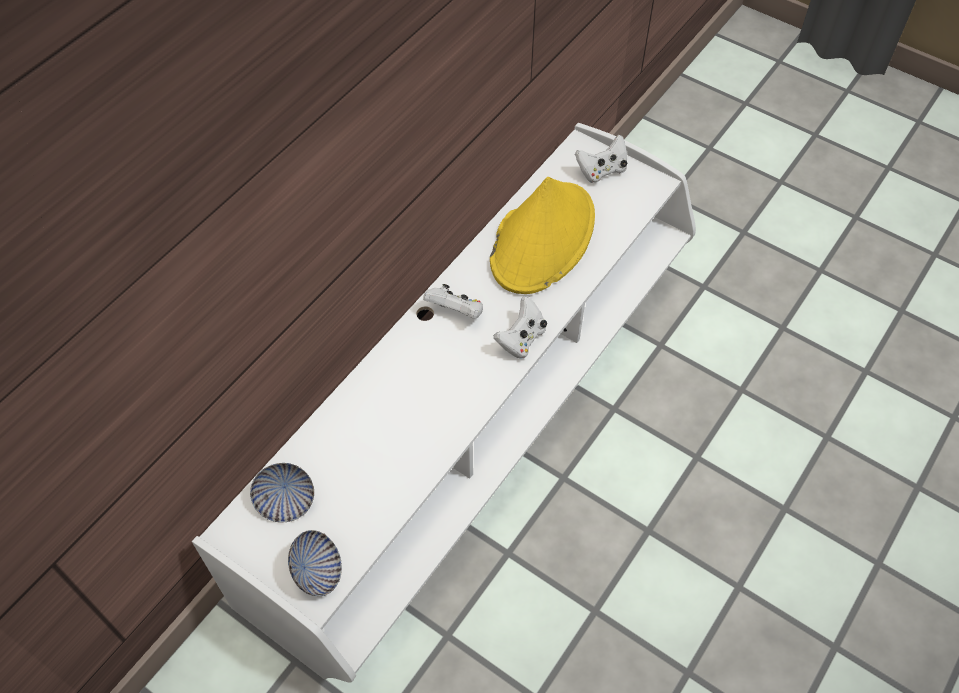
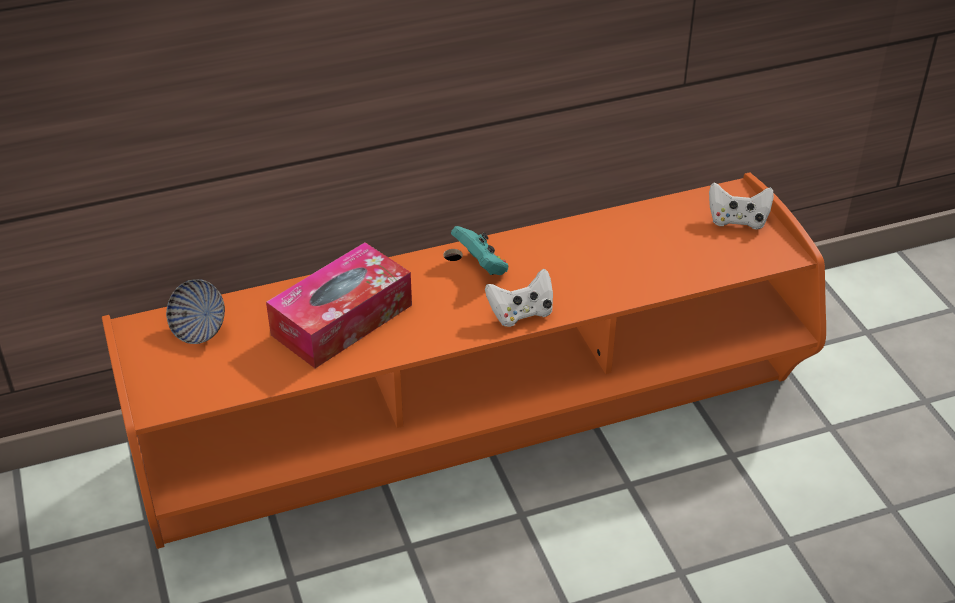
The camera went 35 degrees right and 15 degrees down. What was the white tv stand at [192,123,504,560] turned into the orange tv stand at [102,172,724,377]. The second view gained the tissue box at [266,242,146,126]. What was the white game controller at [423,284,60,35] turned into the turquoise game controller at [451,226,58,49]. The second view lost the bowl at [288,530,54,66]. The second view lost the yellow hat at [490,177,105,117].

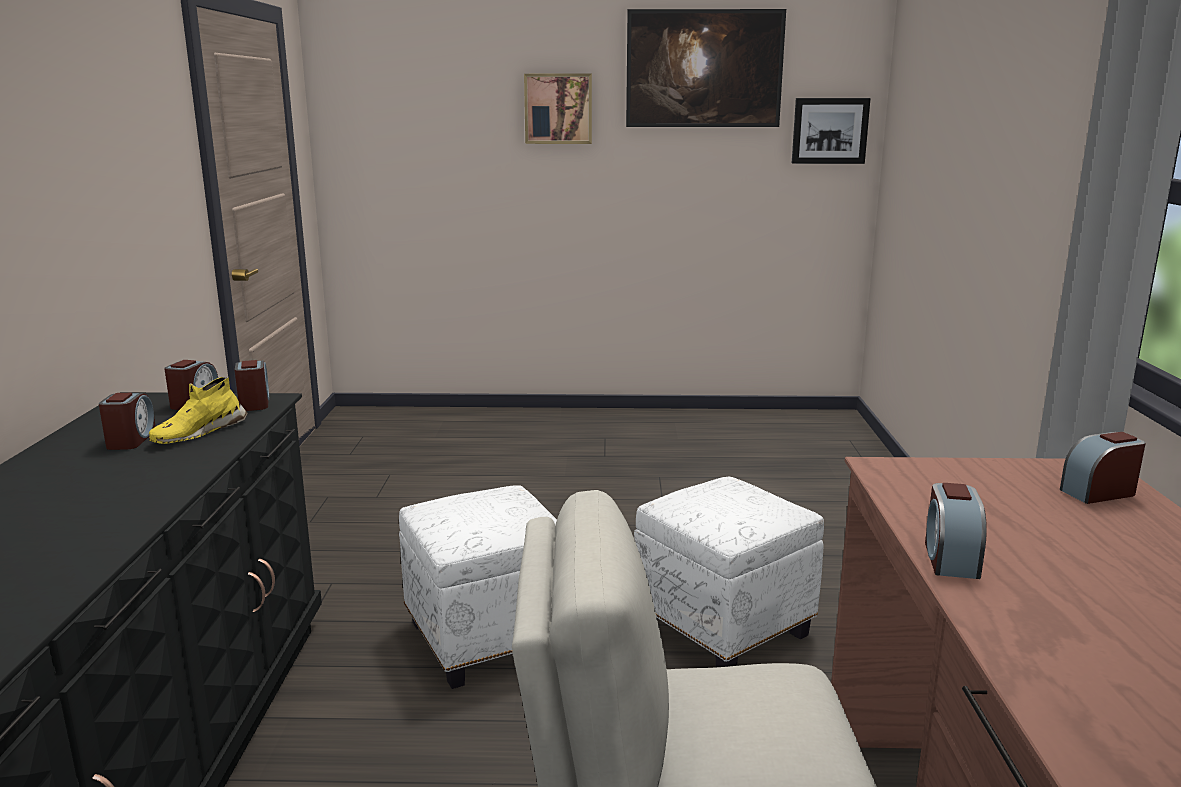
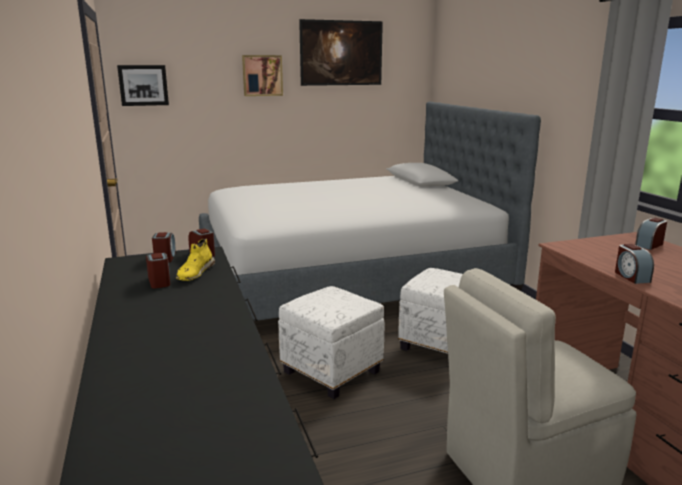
The camera went 20 degrees left and 0 degrees up. The picture ended up elsewhere, having gone from [792,98,79,66] to [117,65,52,41]. The second view gained the bed at [199,101,342,220].

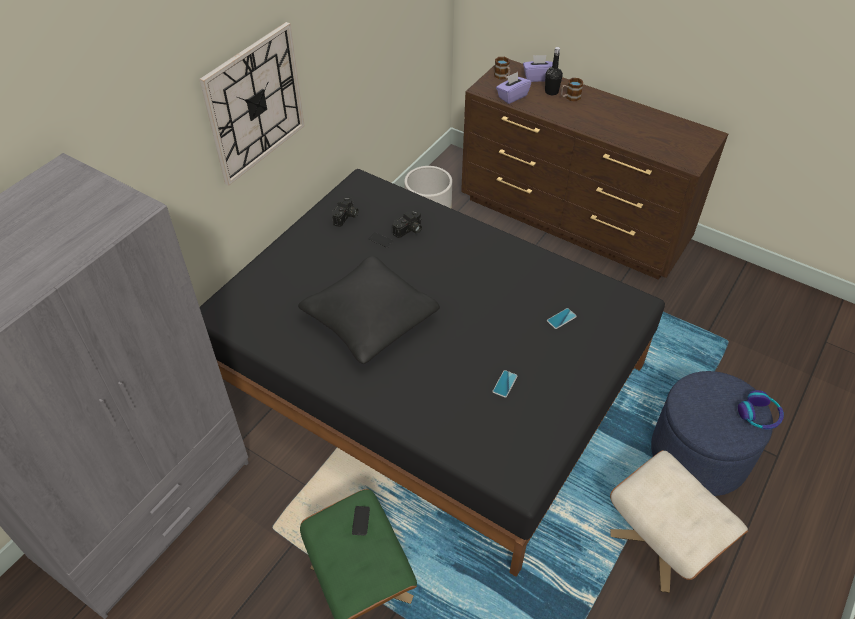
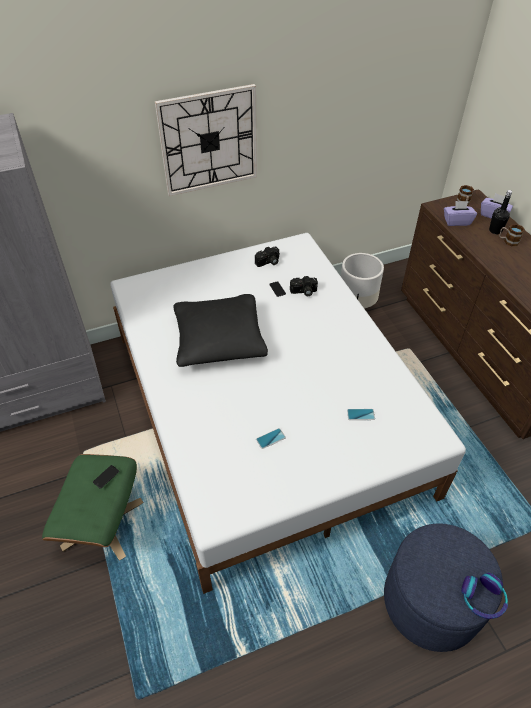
The camera went 35 degrees right and 0 degrees up. What was the black bed at [200,169,465,408] turned into the white bed at [110,233,356,361]. The second view lost the beige ottoman at [610,450,138,143].

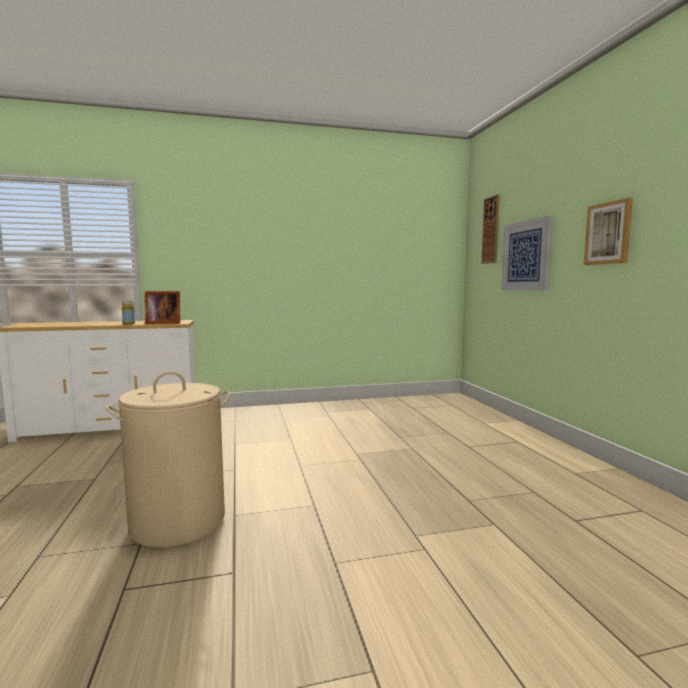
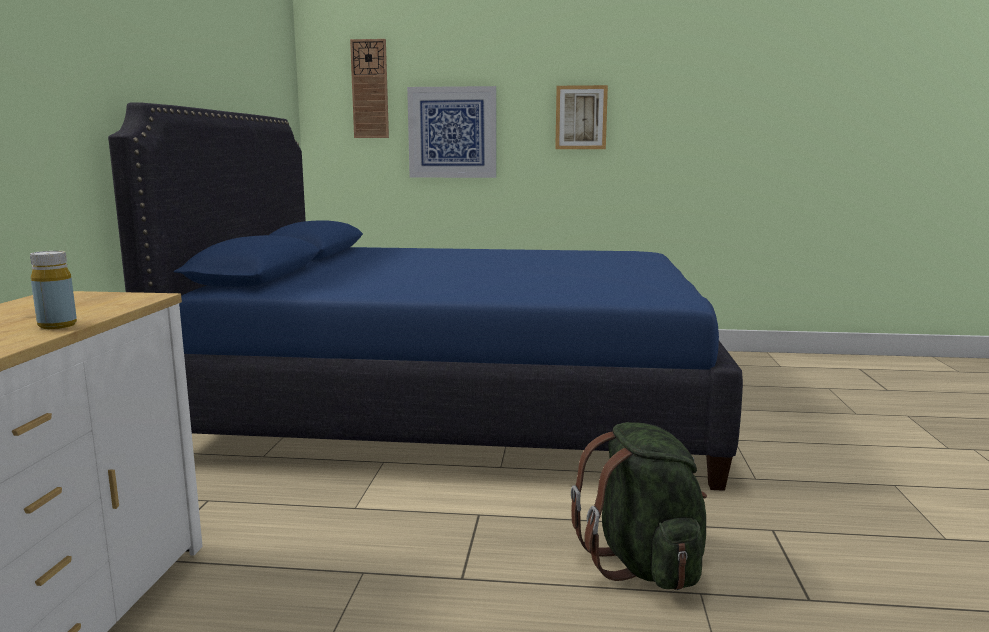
The camera went 70 degrees left and 5 degrees up. The second view gained the blue bed at [108,102,635,389]. Where the beige laundry basket stood at [105,371,125,177], the green backpack came to stand at [571,422,136,168]. The second view lost the picture frame at [145,291,35,33].

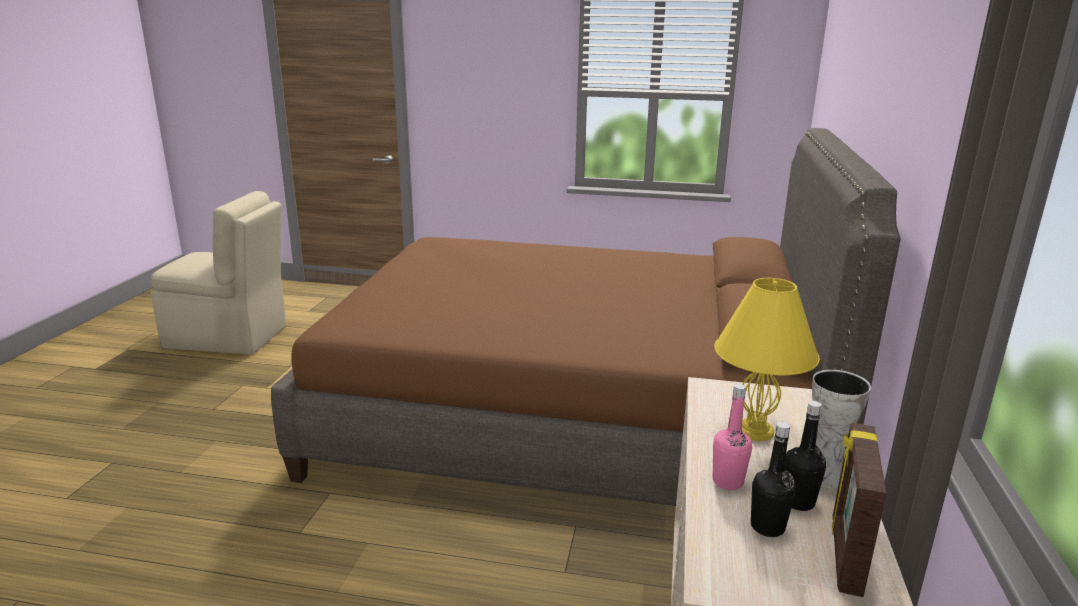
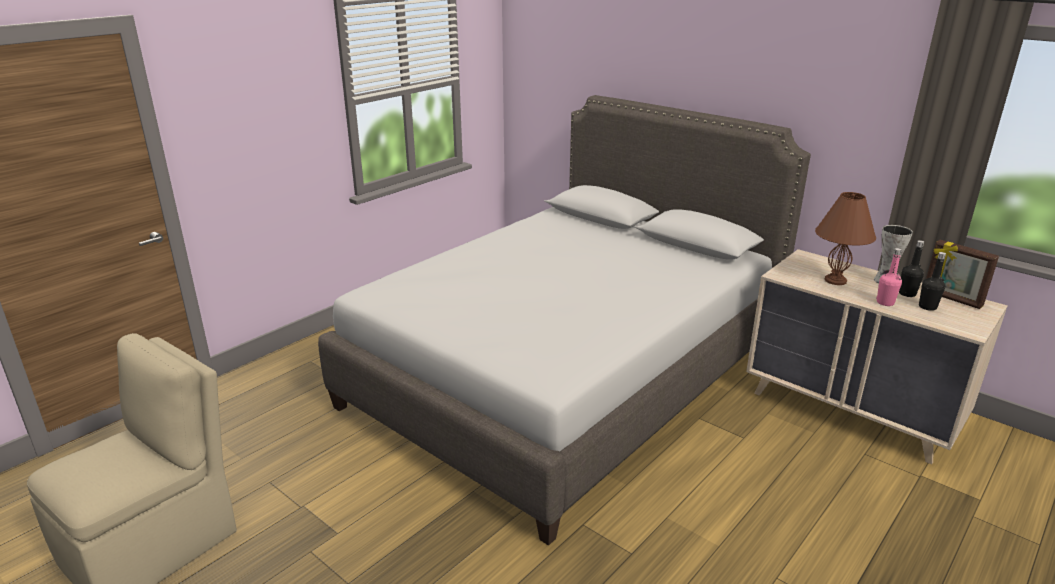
The camera went 60 degrees left and 5 degrees up. What was the brown bed at [271,128,630,378] turned into the grey bed at [318,95,493,451]. What was the yellow table lamp at [714,278,106,163] turned into the brown table lamp at [815,192,61,93].

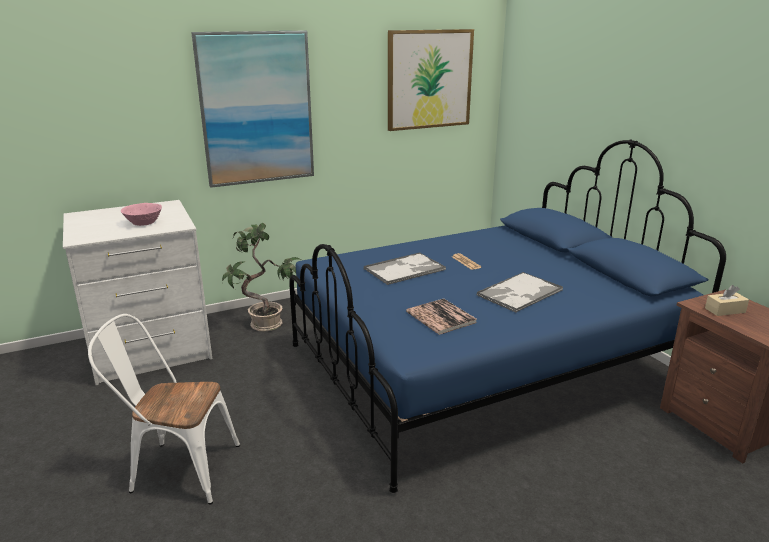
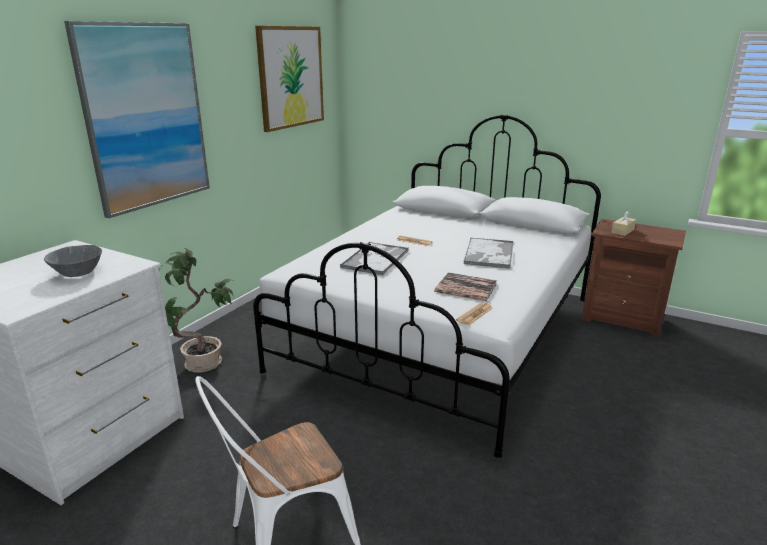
The camera went 35 degrees left and 0 degrees up. What was the pink bowl at [121,203,41,23] turned into the grey bowl at [44,245,58,32]. What was the blue bed at [289,139,437,354] turned into the white bed at [253,114,348,344]. The second view gained the newspaper at [456,302,37,24].

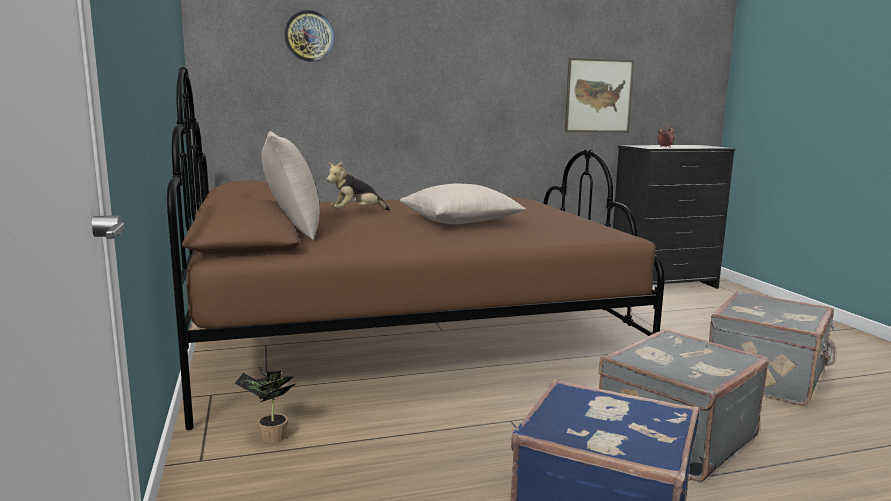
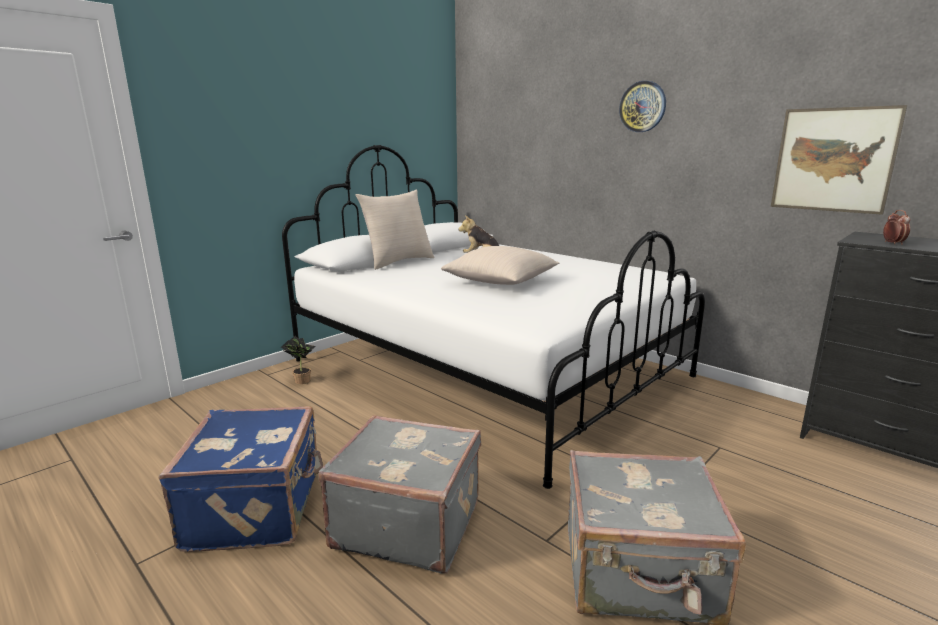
The camera went 60 degrees right and 5 degrees up. What was the brown bed at [167,67,498,363] turned into the white bed at [282,145,423,344]. The wall clock ended up elsewhere, having gone from [284,10,51,52] to [619,81,47,51].

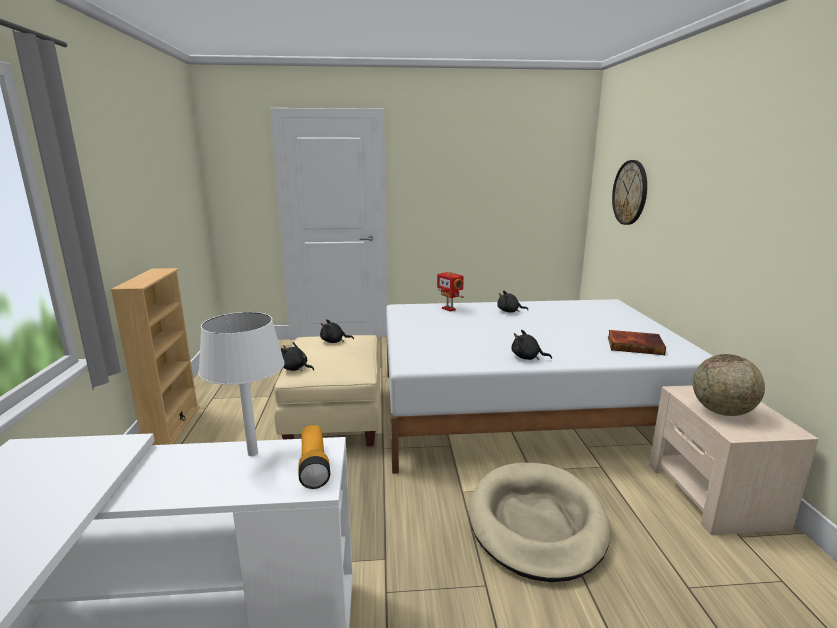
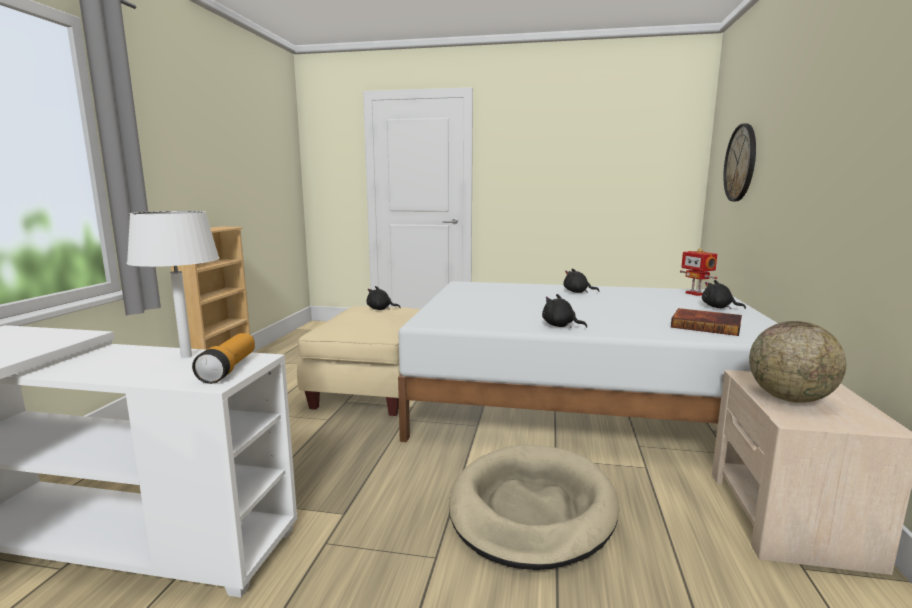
The camera went 15 degrees right and 5 degrees down. The toy robot ended up elsewhere, having gone from [437,271,27,40] to [680,248,37,48]. The black plush toy ended up elsewhere, having gone from [281,342,33,29] to [702,280,44,29].

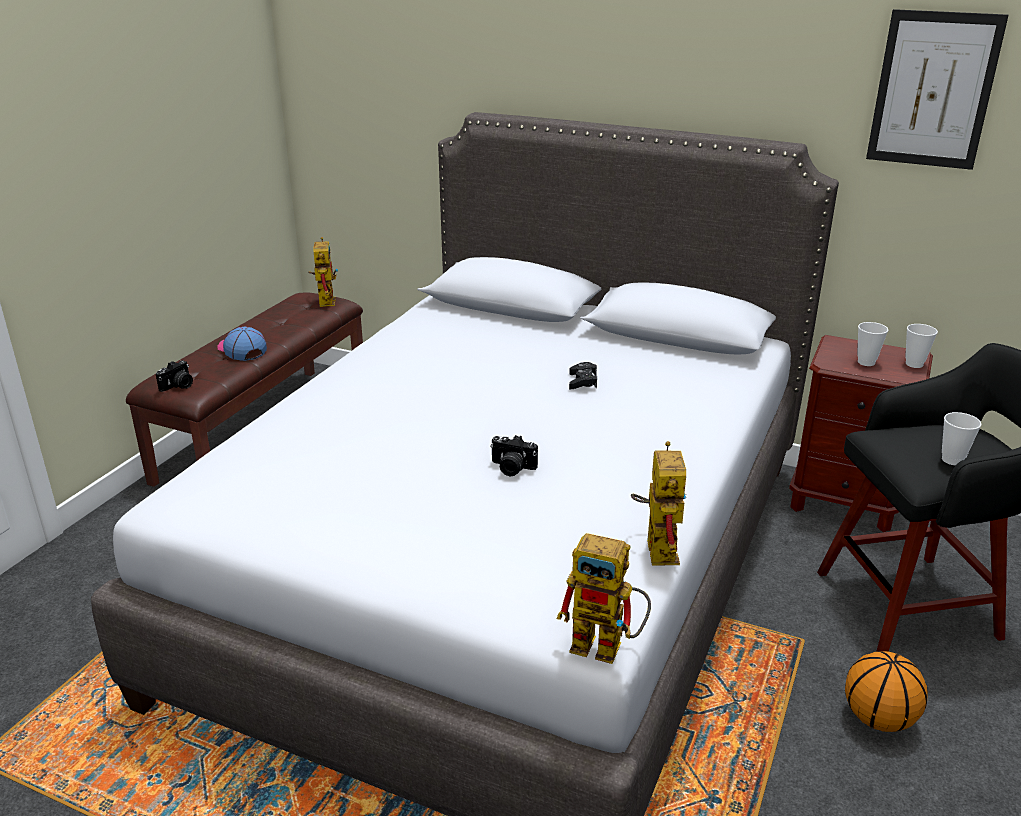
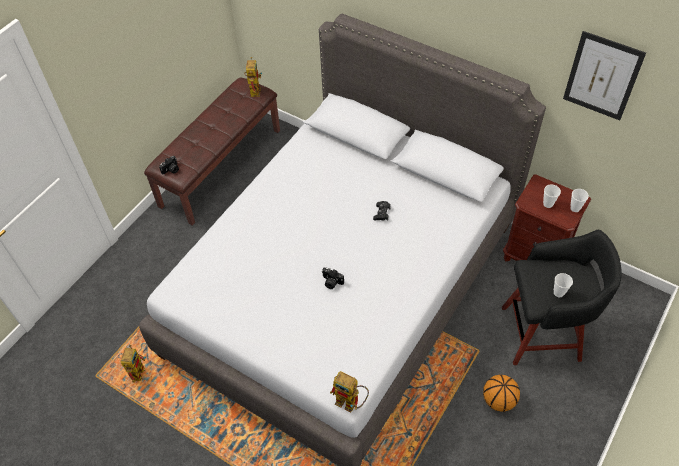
The camera went 10 degrees right and 25 degrees up. The toy robot ended up elsewhere, having gone from [631,441,55,124] to [121,345,25,38]. The second view lost the cap at [218,327,49,34].

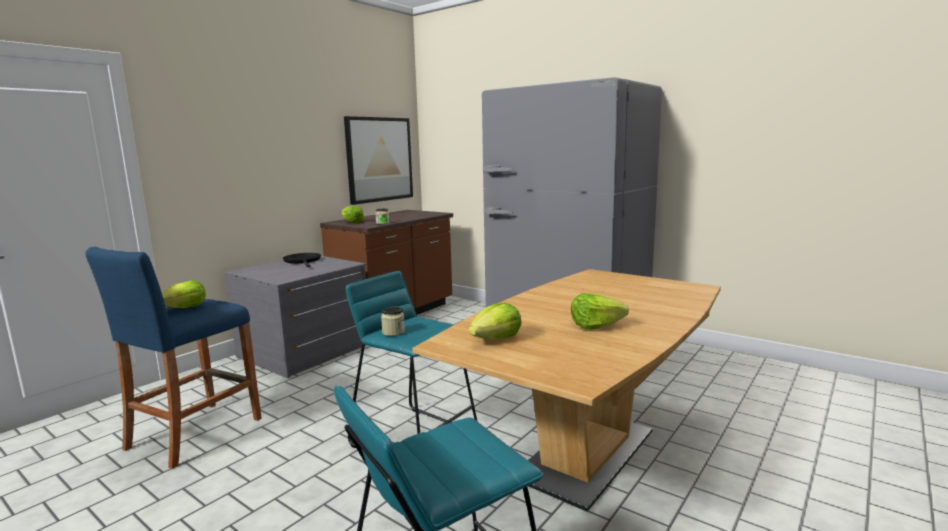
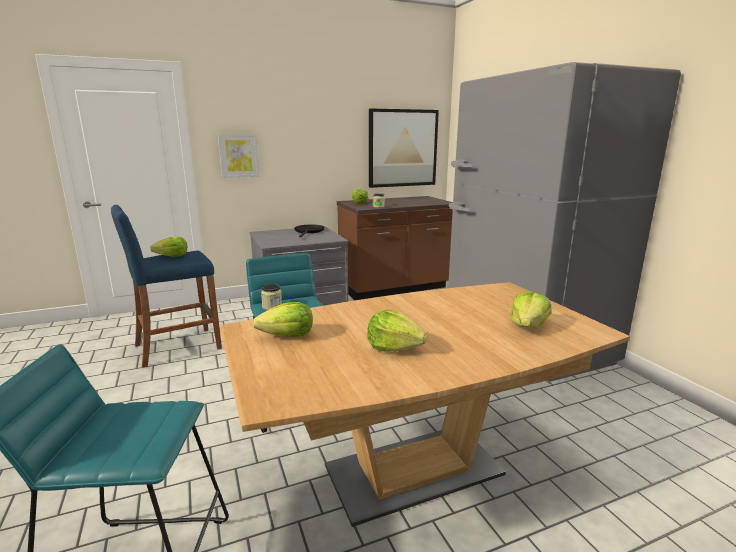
The camera went 30 degrees right and 5 degrees up. The second view gained the picture at [218,134,41,44]. The second view gained the lettuce at [510,292,42,36].

